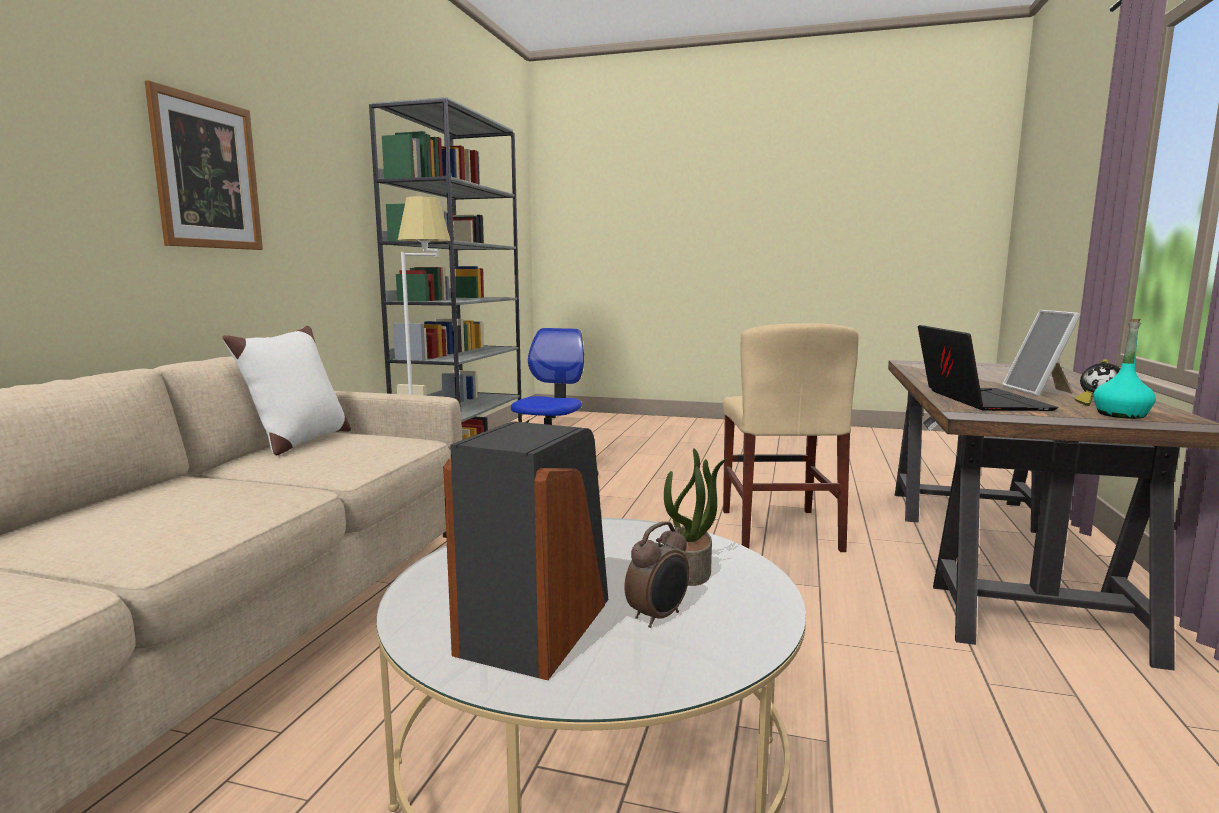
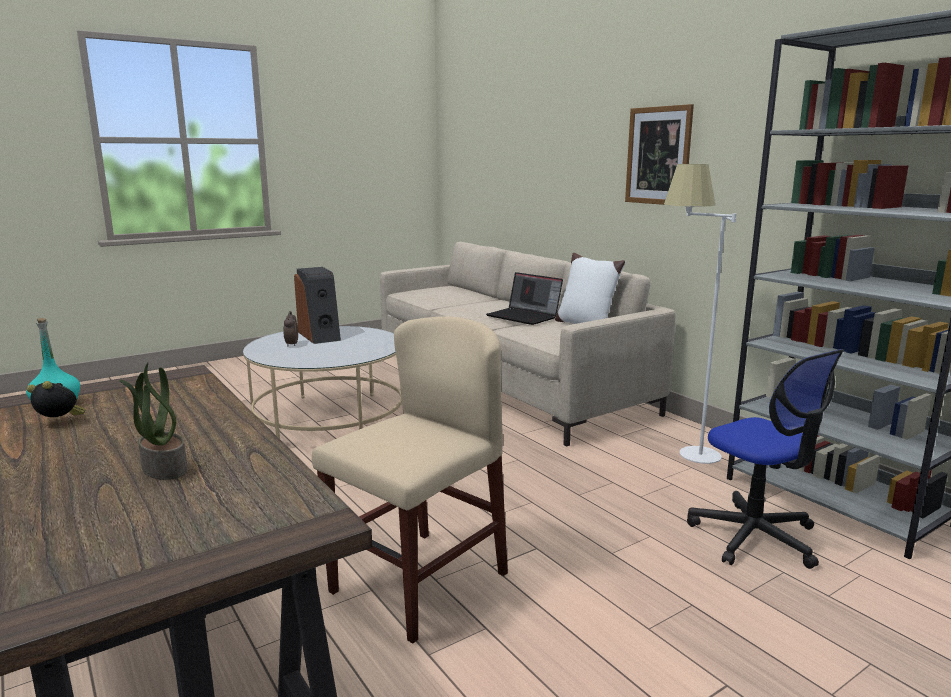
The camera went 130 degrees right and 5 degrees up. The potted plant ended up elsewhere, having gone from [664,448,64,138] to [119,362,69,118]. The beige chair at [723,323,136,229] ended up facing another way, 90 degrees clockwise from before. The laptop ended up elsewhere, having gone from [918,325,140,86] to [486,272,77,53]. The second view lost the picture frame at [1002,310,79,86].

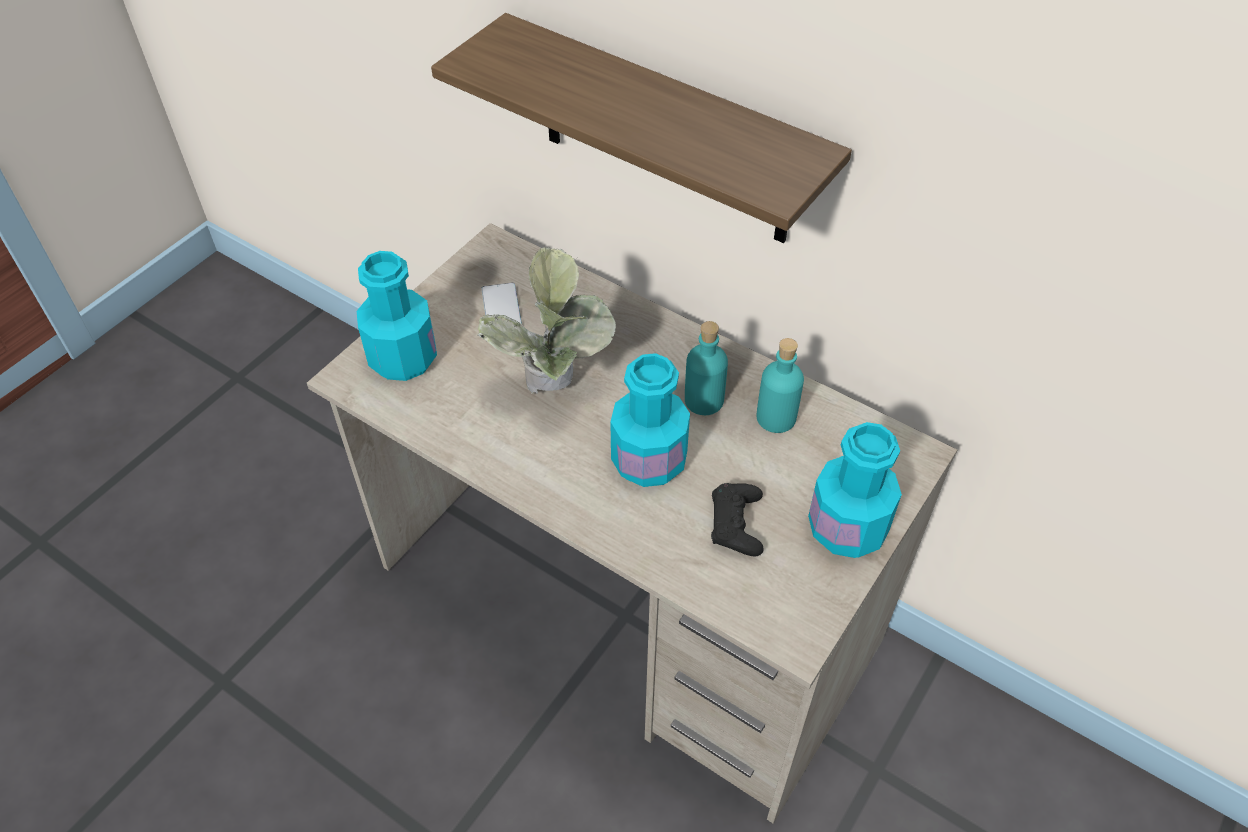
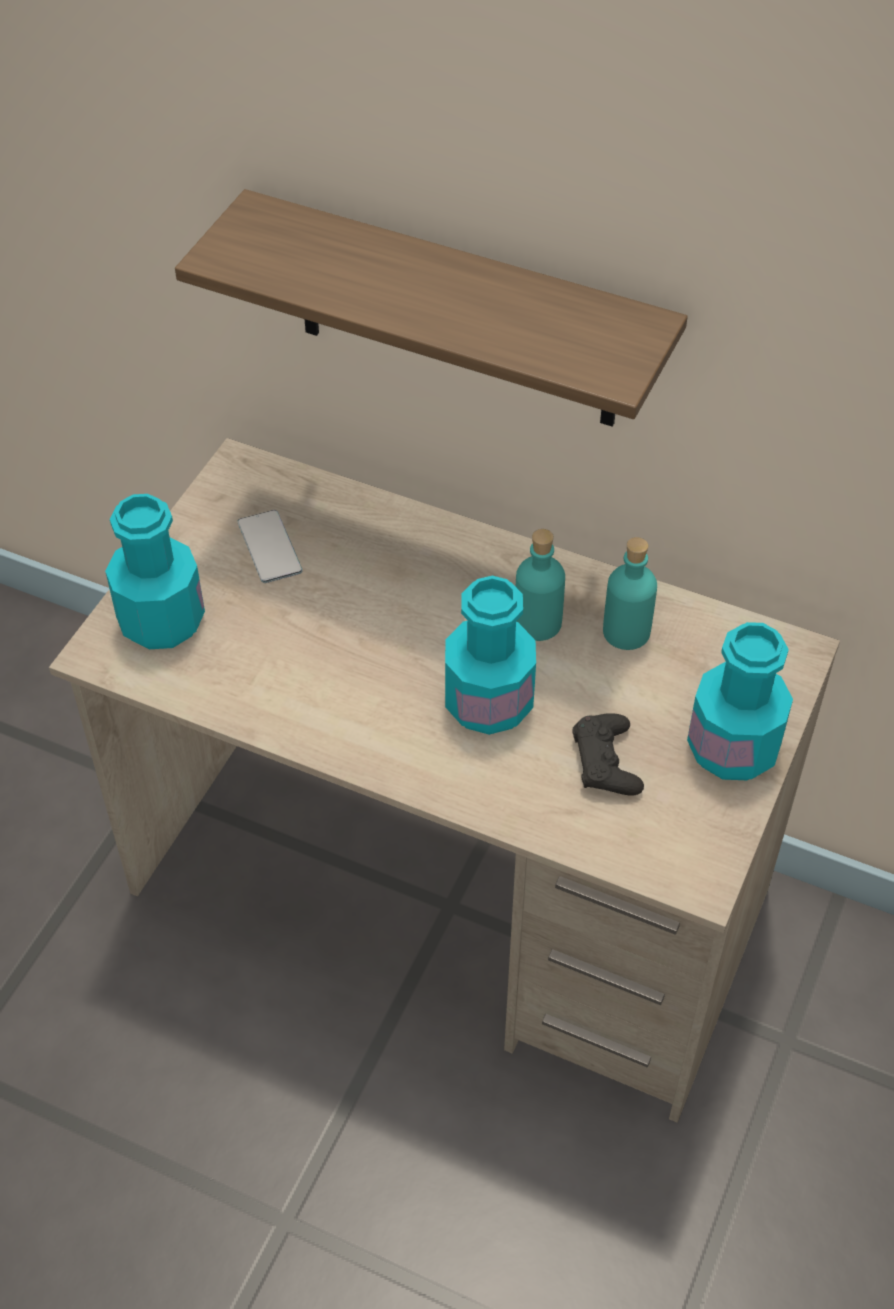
The camera went 10 degrees left and 0 degrees up. The second view lost the potted plant at [477,247,139,147].

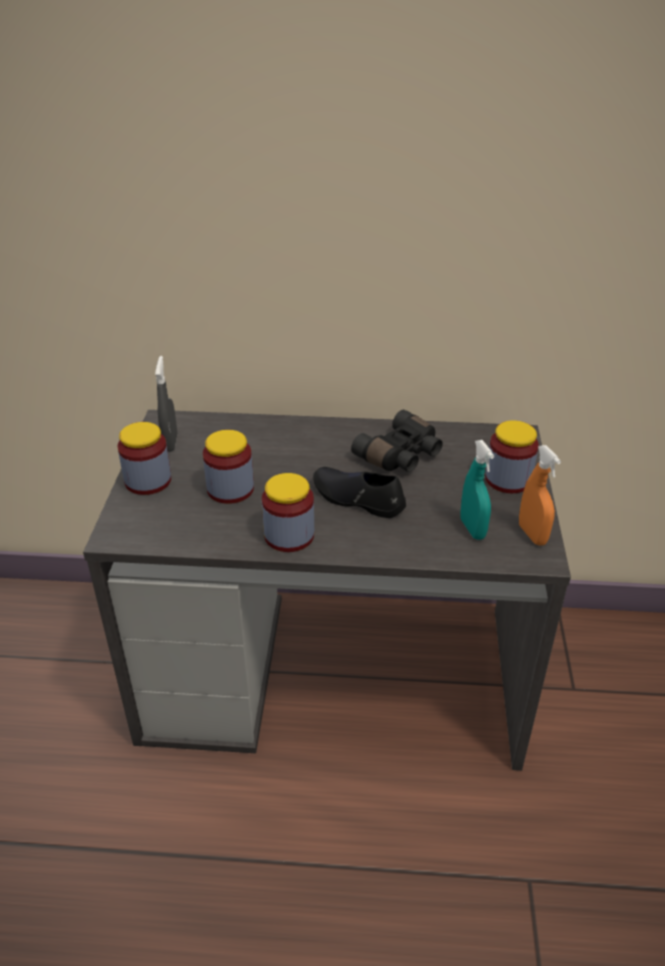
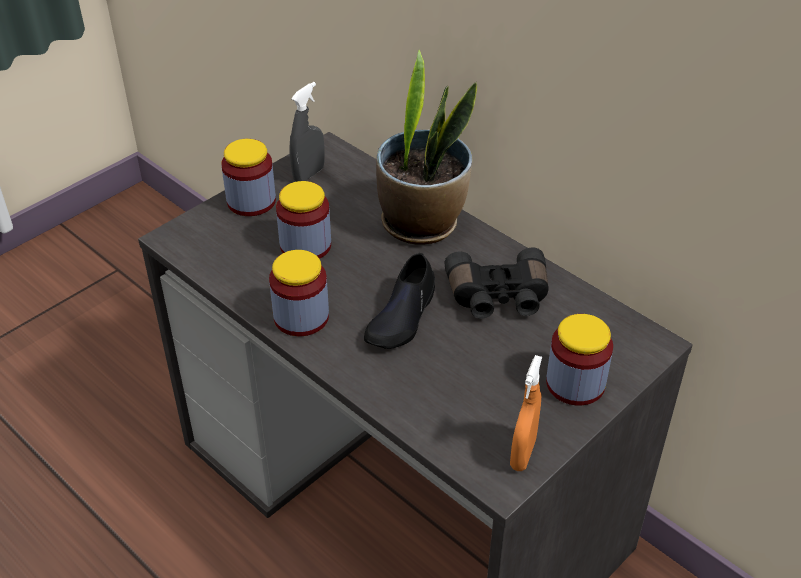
The camera went 40 degrees right and 5 degrees up. The black shoe at [313,467,93,51] ended up facing another way, 135 degrees counterclockwise from before. The second view gained the potted plant at [376,50,101,195]. The second view lost the turquoise spray bottle at [461,440,33,100].

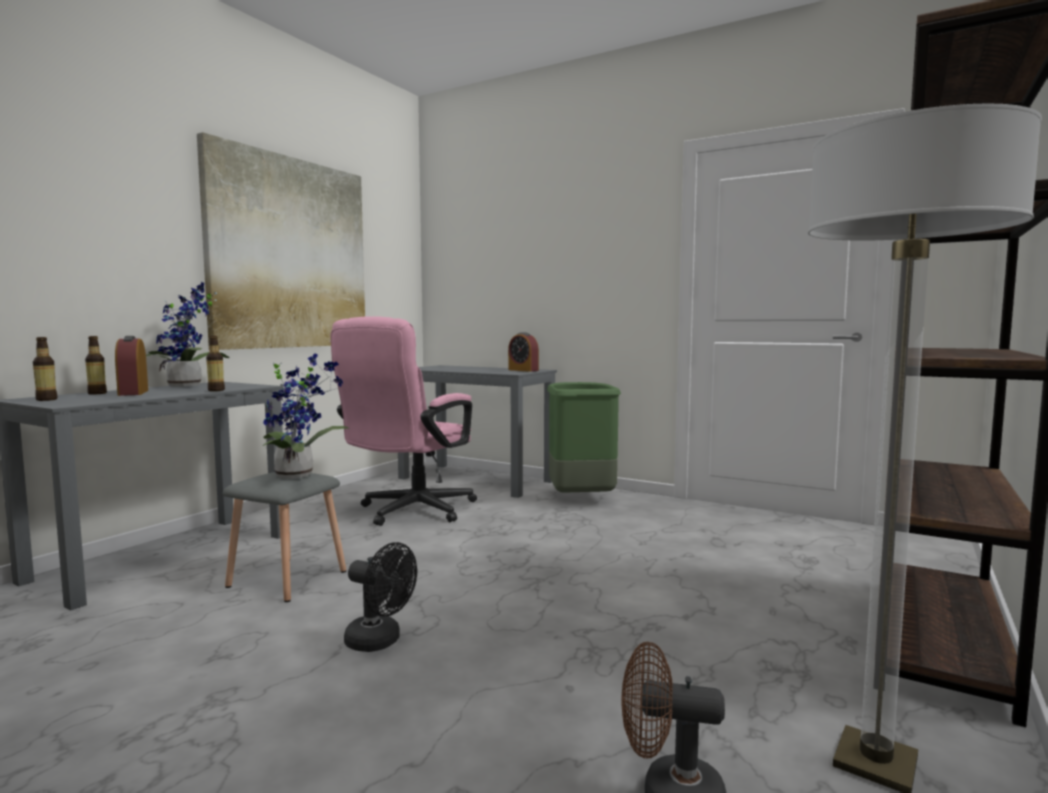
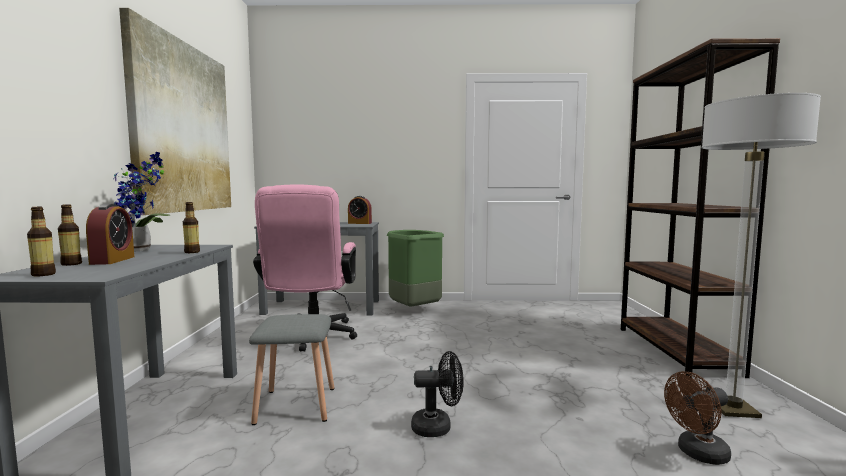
The camera went 30 degrees left and 0 degrees up. The alarm clock at [115,336,33,60] ended up facing another way, 135 degrees counterclockwise from before. The second view lost the potted plant at [262,353,87,126].

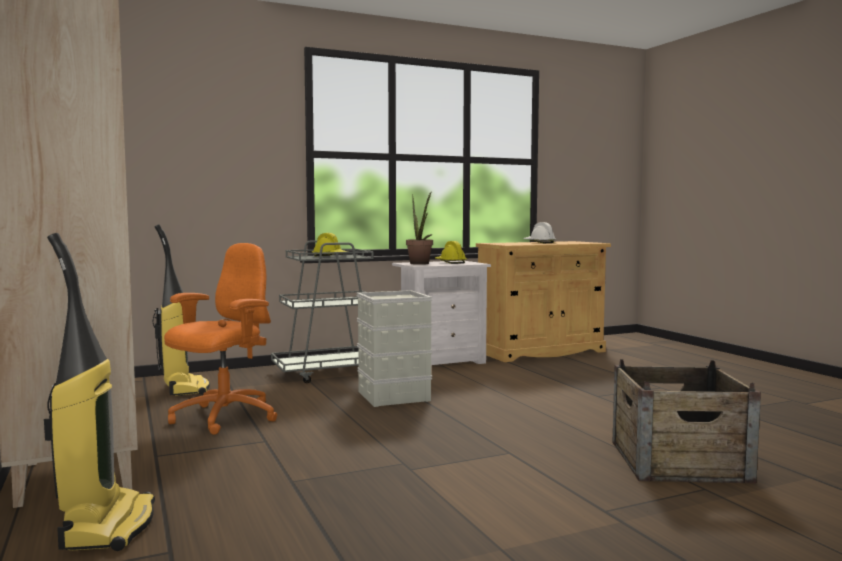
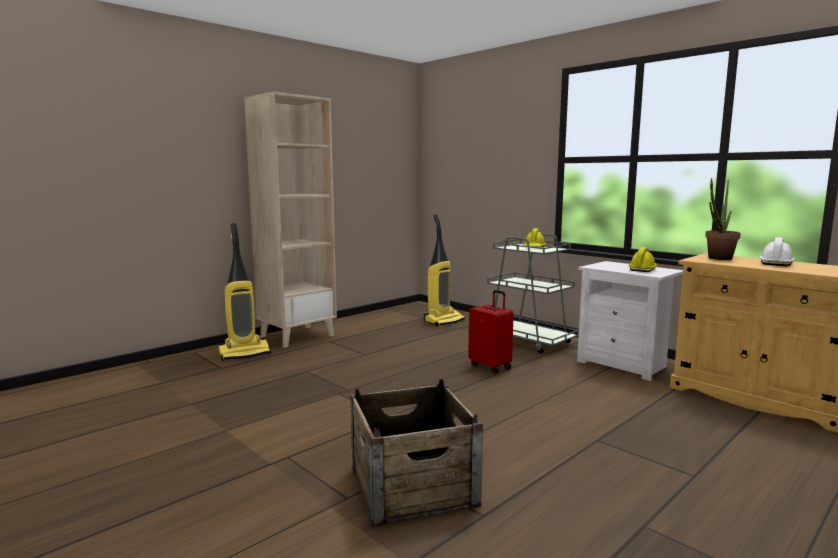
The camera went 70 degrees right and 5 degrees up. Where the grey storage box stood at [356,290,76,117], the red suitcase came to stand at [468,290,46,84]. The potted plant ended up elsewhere, having gone from [406,191,27,74] to [705,178,36,82]. The second view lost the orange office chair at [164,243,113,192].

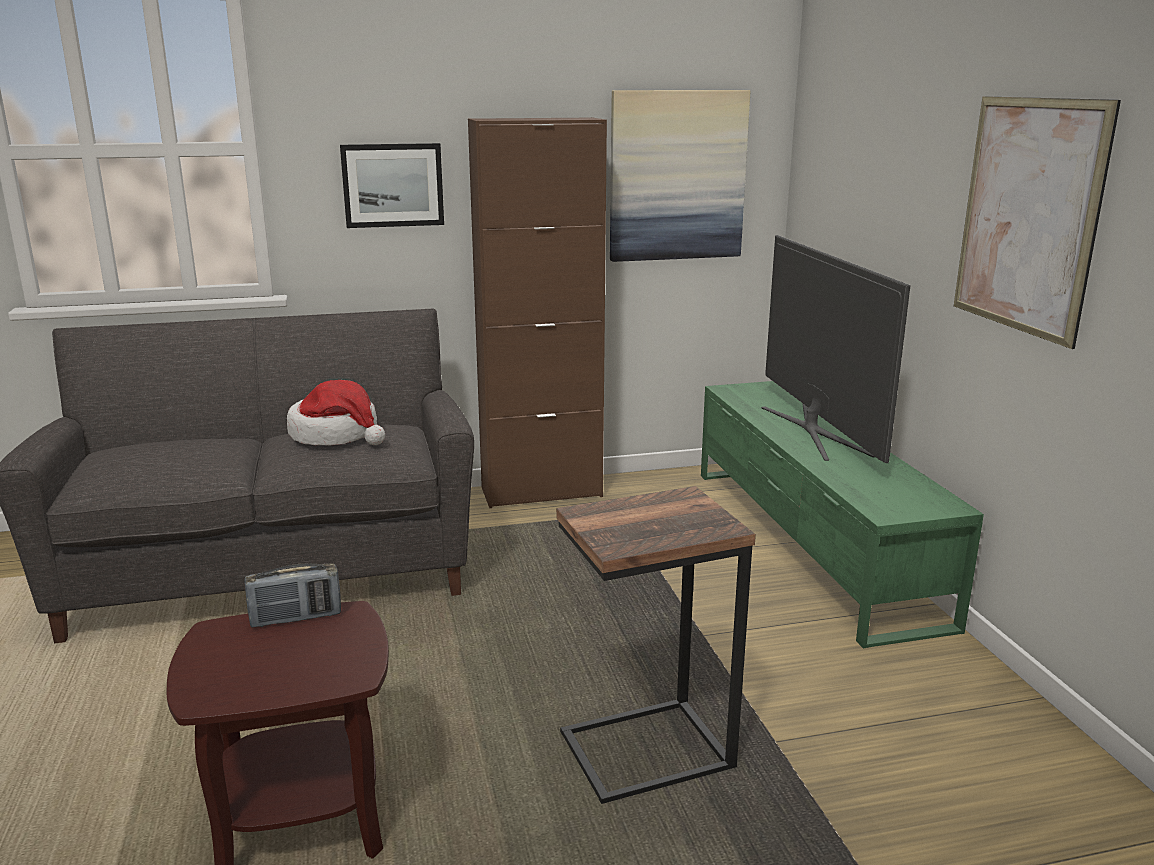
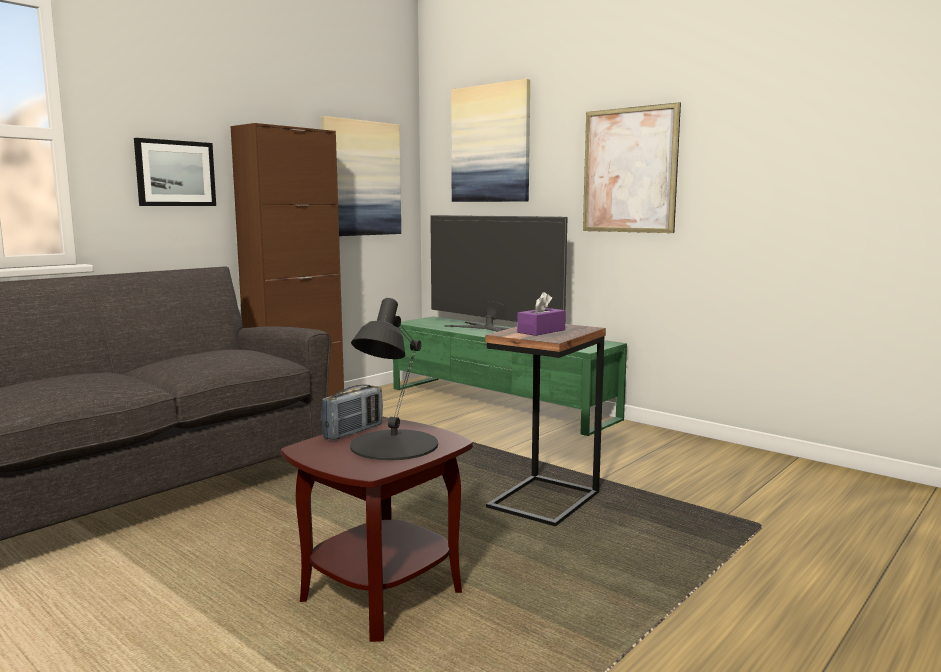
The camera went 35 degrees left and 10 degrees down. The second view gained the black table lamp at [350,298,88,162]. The second view gained the picture at [451,79,79,123]. The second view gained the purple tissue box at [517,292,49,44]. The second view lost the hat at [287,380,98,65].

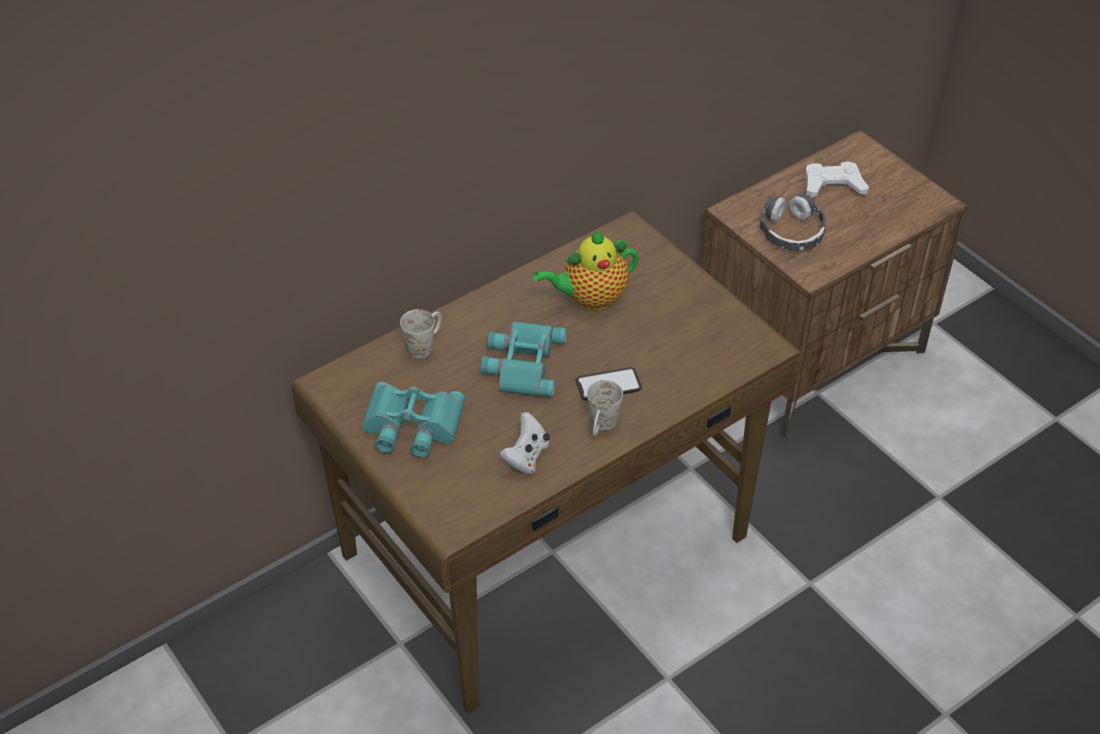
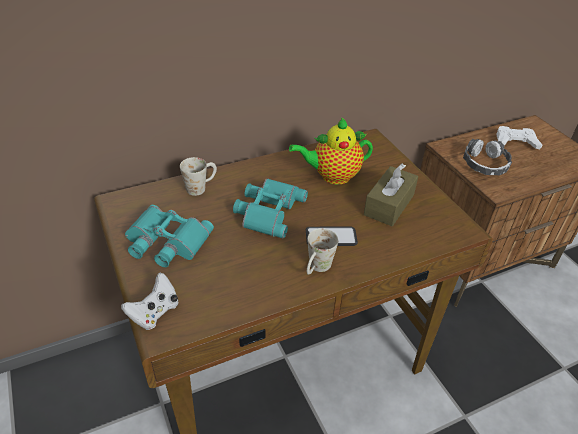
The camera went 10 degrees right and 5 degrees down. The white game controller ended up elsewhere, having gone from [499,412,51,62] to [121,273,58,57]. The second view gained the brown tissue box at [364,164,54,62].

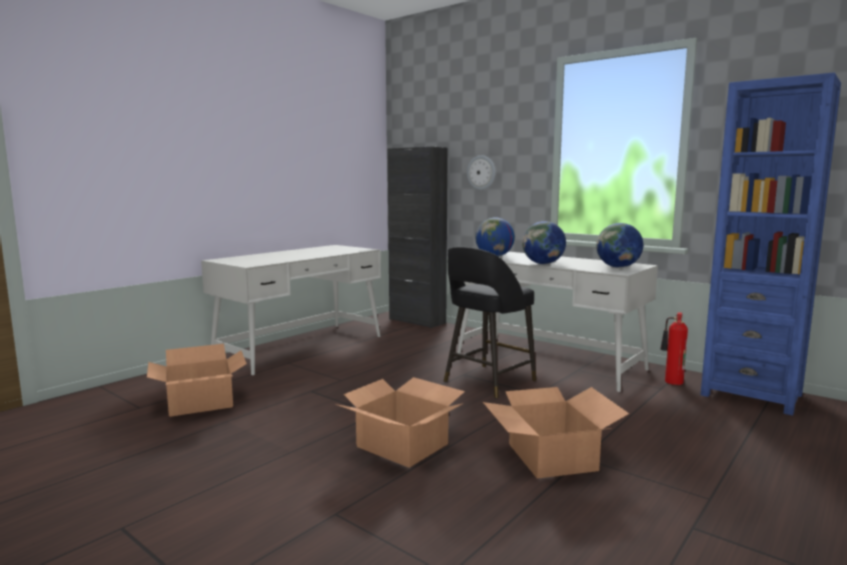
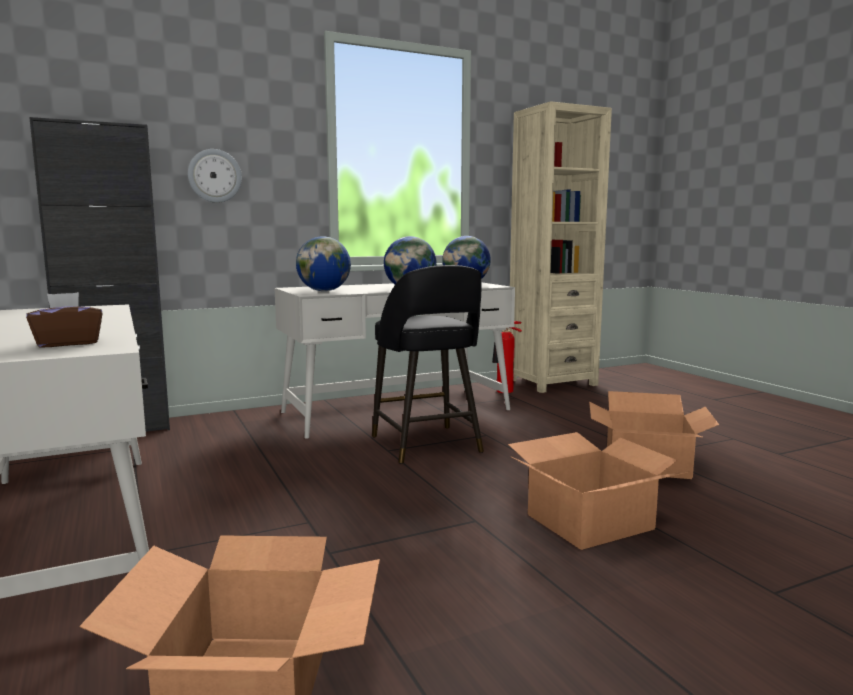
The camera went 65 degrees left and 0 degrees up. The second view gained the brown tissue box at [26,292,77,55]. What was the blue bookcase at [700,73,141,343] turned into the beige bookcase at [509,101,103,292].

